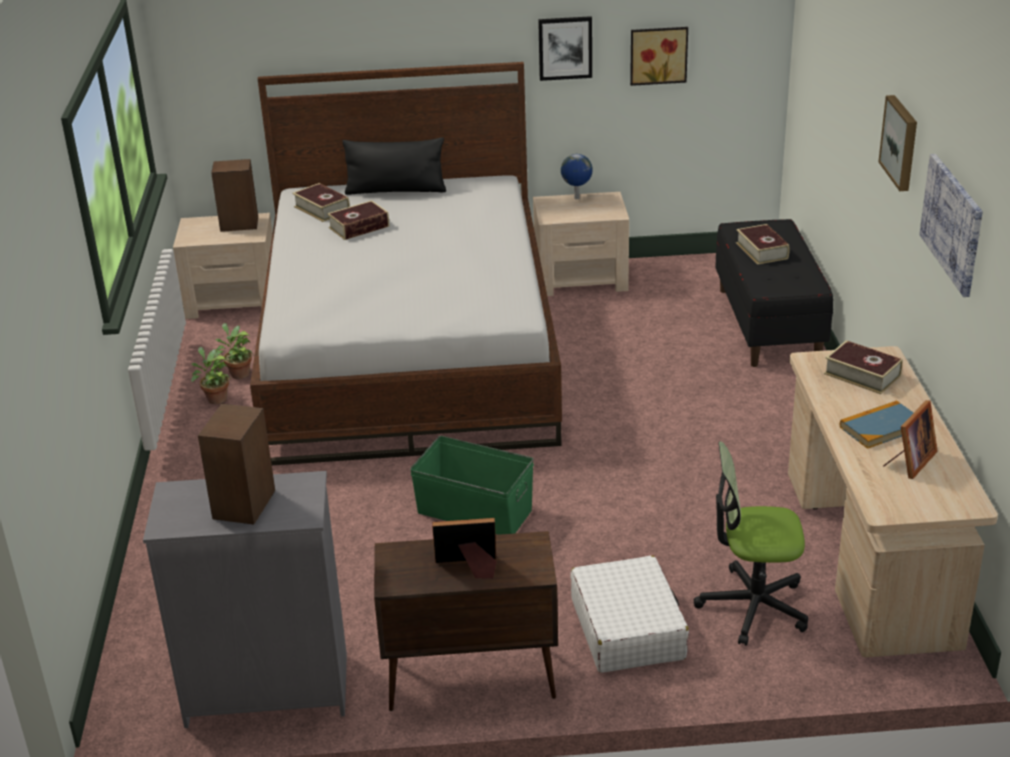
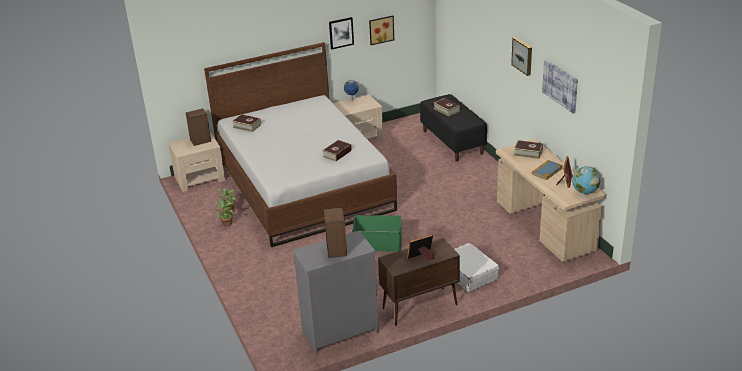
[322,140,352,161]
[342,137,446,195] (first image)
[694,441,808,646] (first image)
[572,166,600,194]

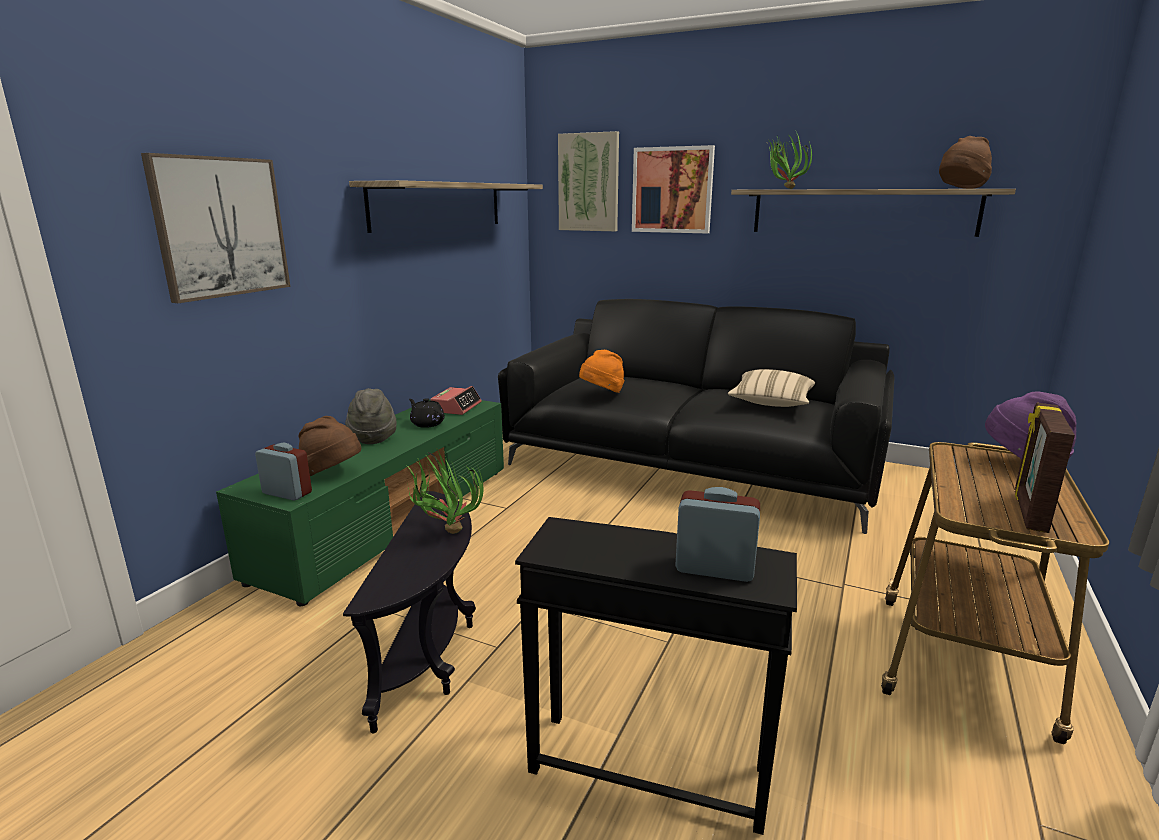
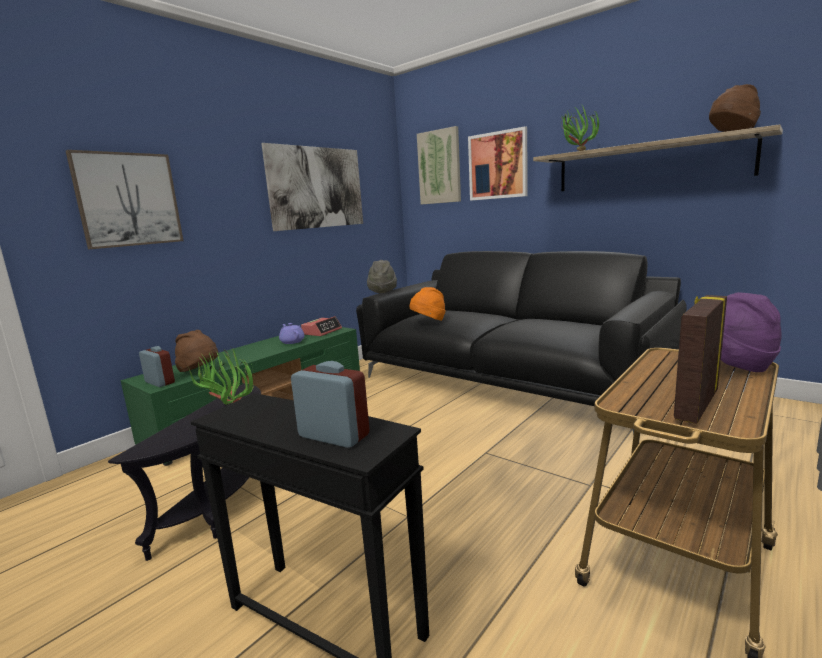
[367,260,397,293]
[261,143,363,231]
[279,323,304,344]
[728,369,815,407] (first image)

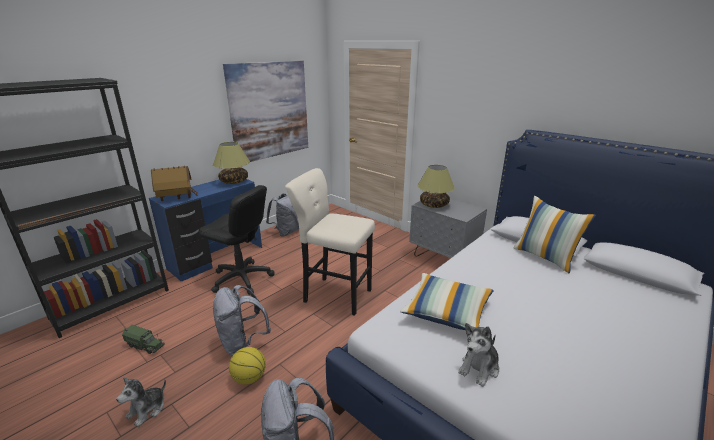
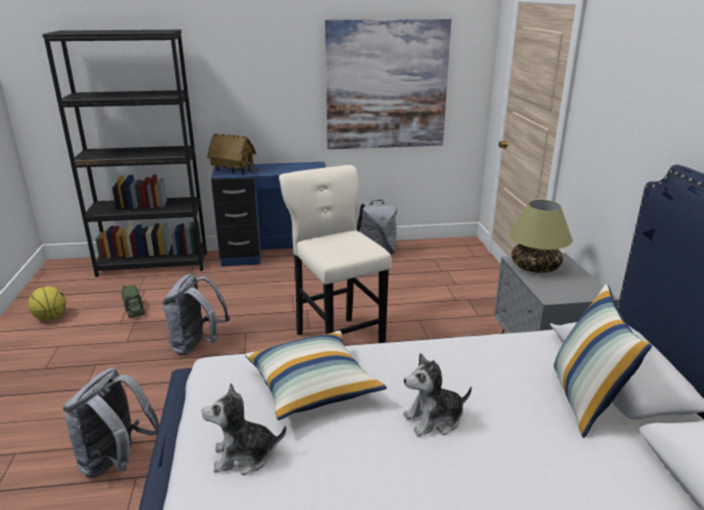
[403,353,472,437]
[199,185,274,295] (first image)
[213,142,250,184] (first image)
[28,286,66,320]

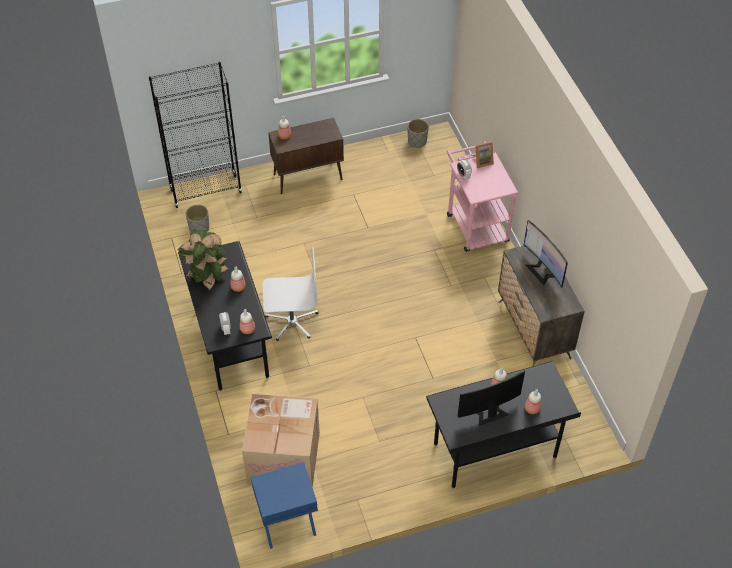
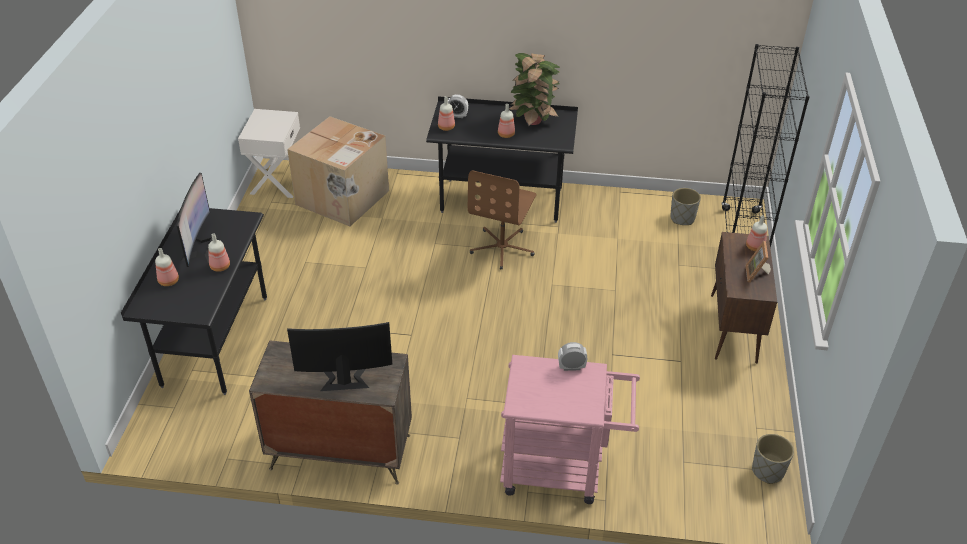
[238,109,300,198]
[468,170,536,270]
[745,241,771,283]

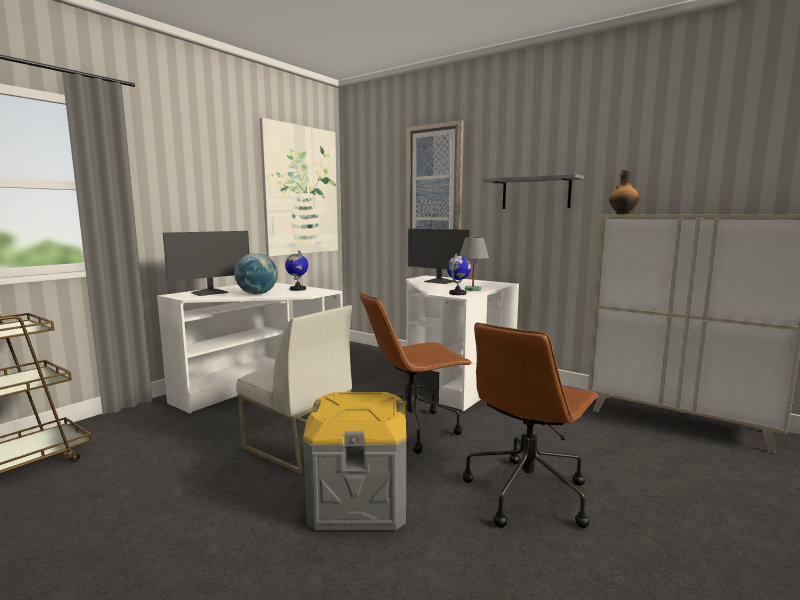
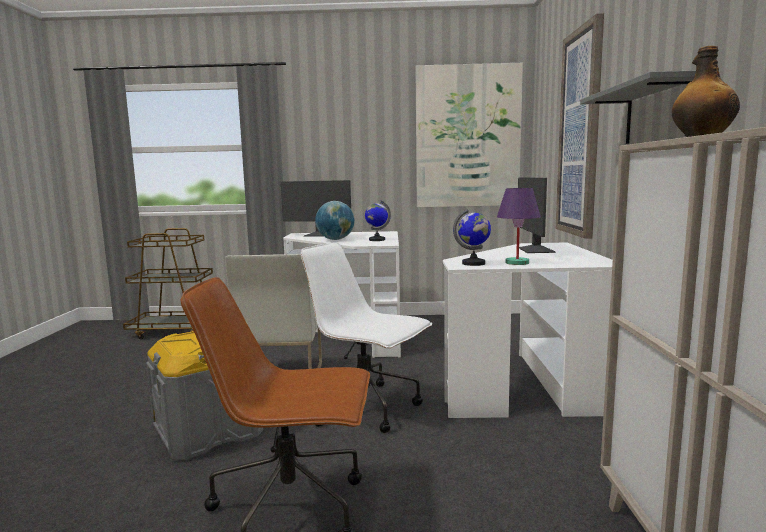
[301,242,432,433]
[497,188,541,265]

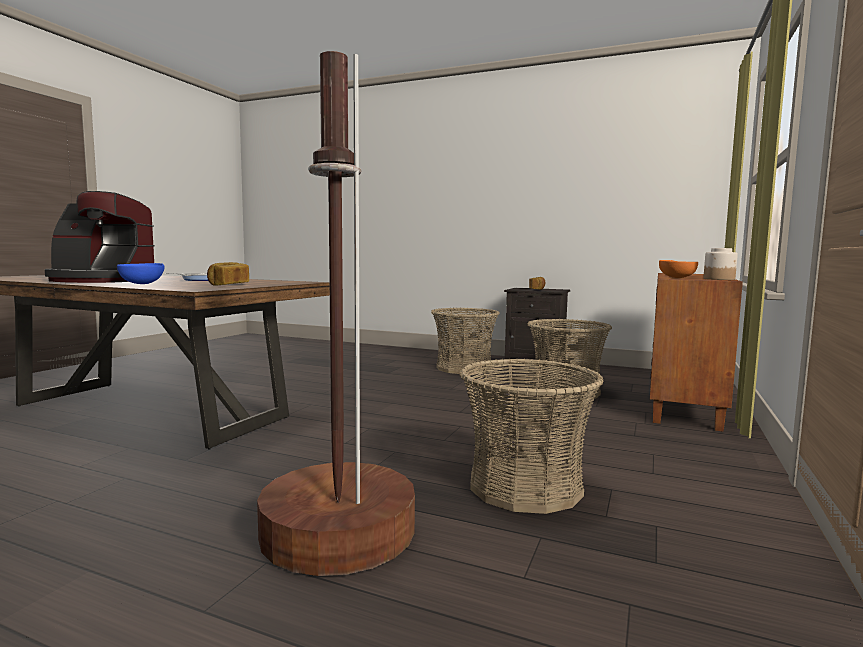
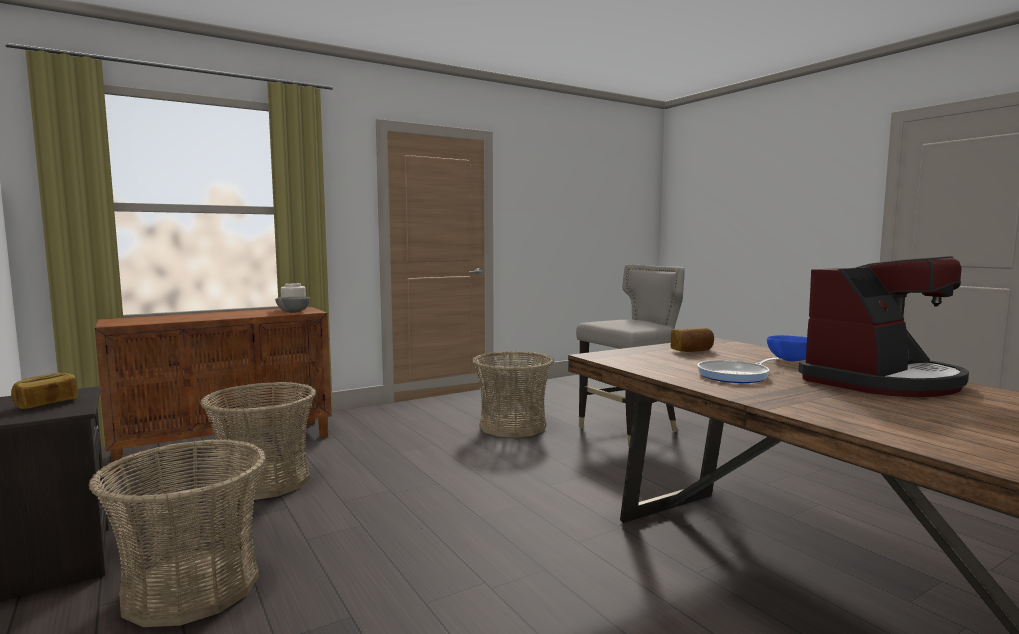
[798,256,969,397]
[576,264,685,447]
[275,297,310,313]

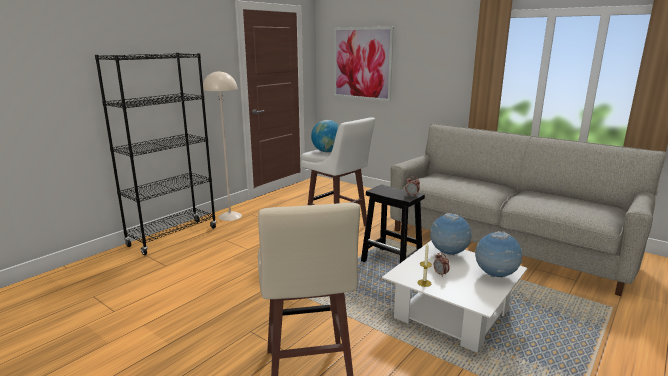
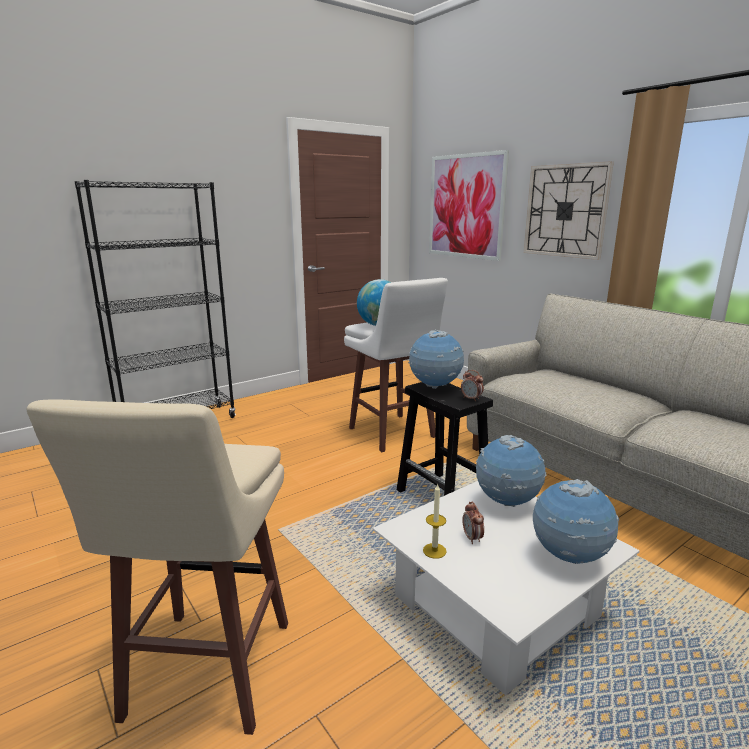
[203,71,242,221] (first image)
[408,330,464,389]
[524,161,614,260]

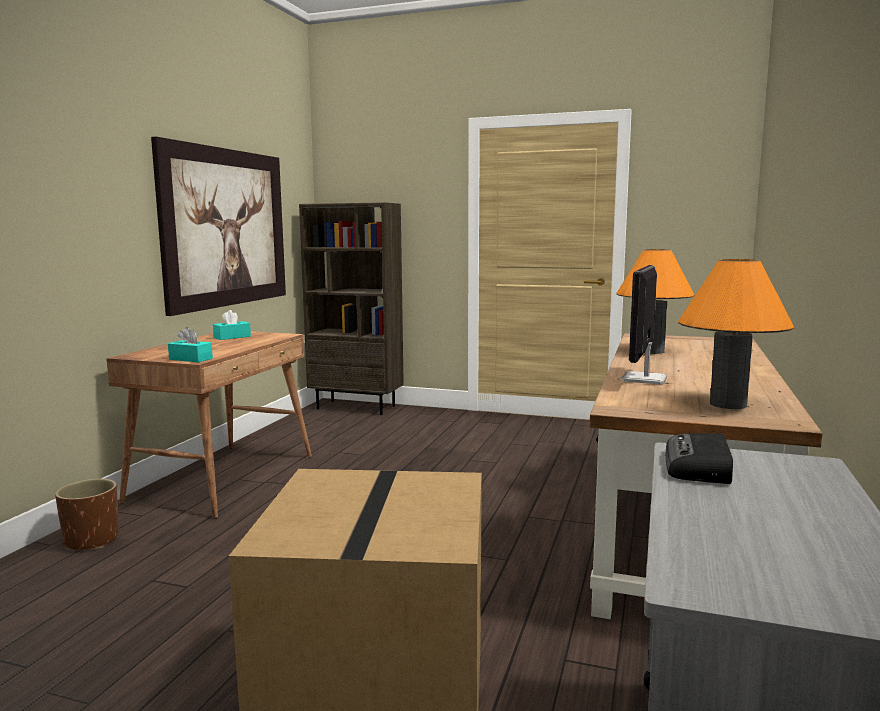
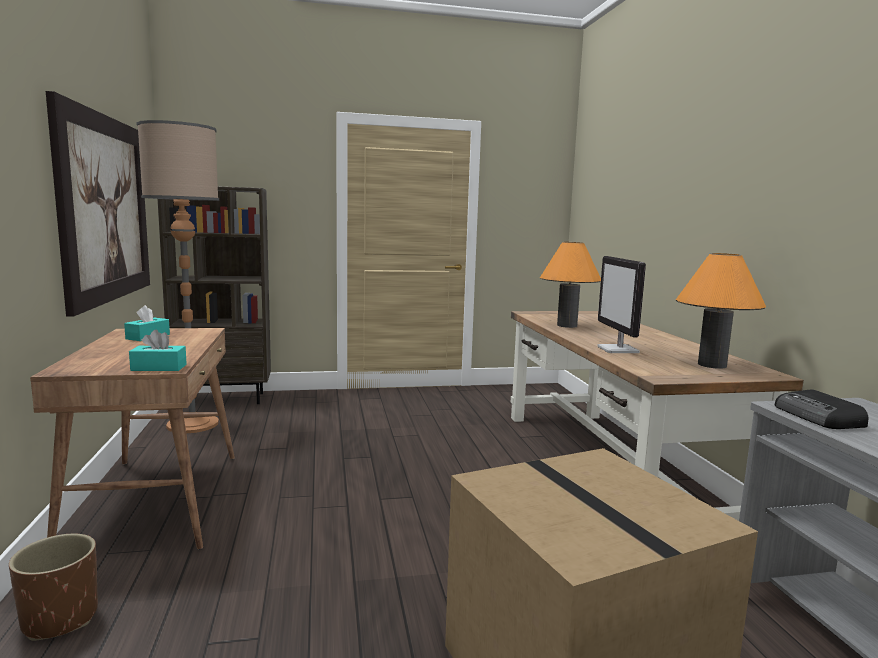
[136,120,219,433]

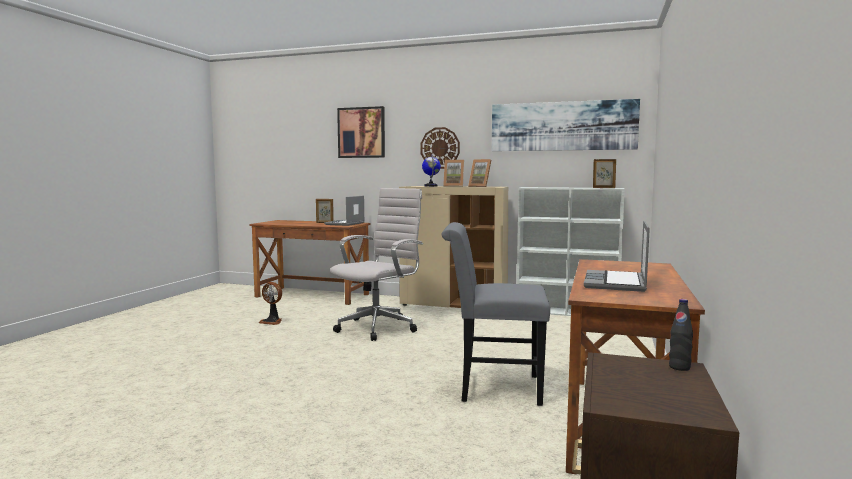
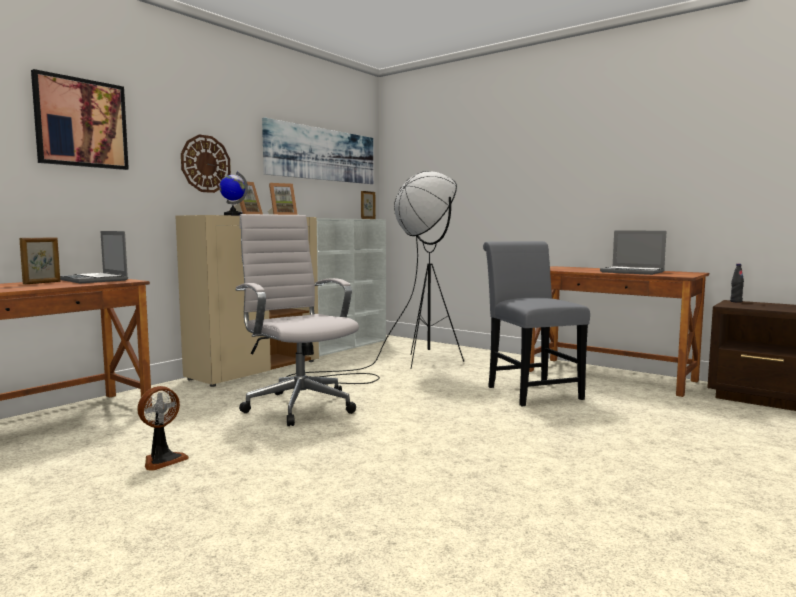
[483,241,590,406]
[286,171,464,384]

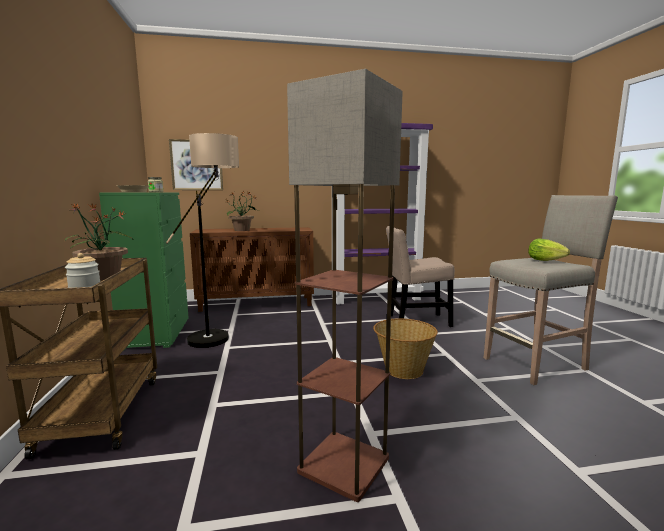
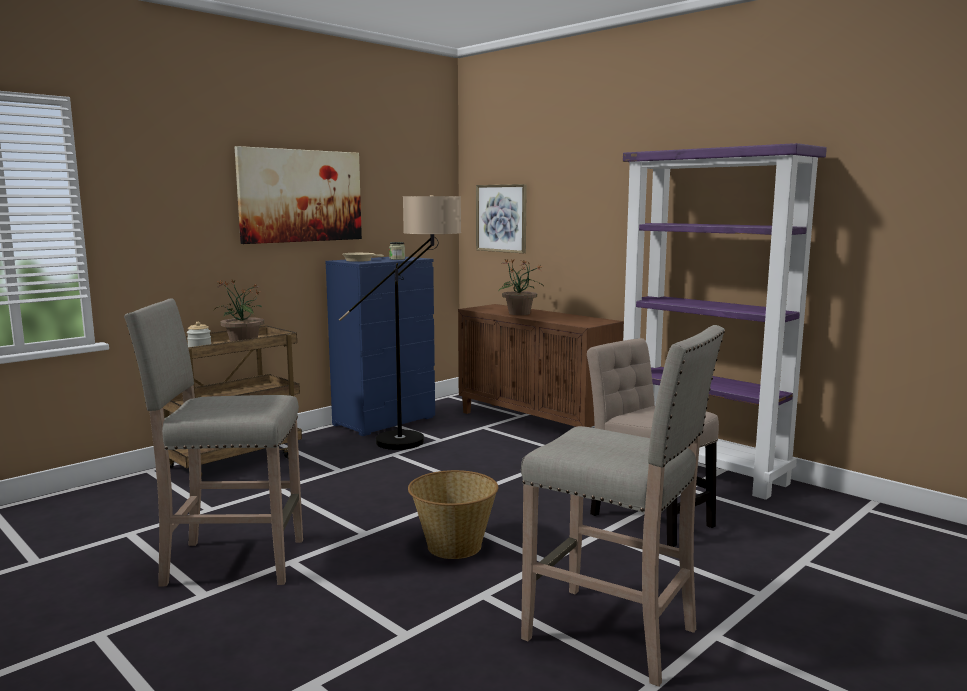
[325,257,435,436]
[124,298,303,587]
[528,239,570,261] (first image)
[235,146,362,244]

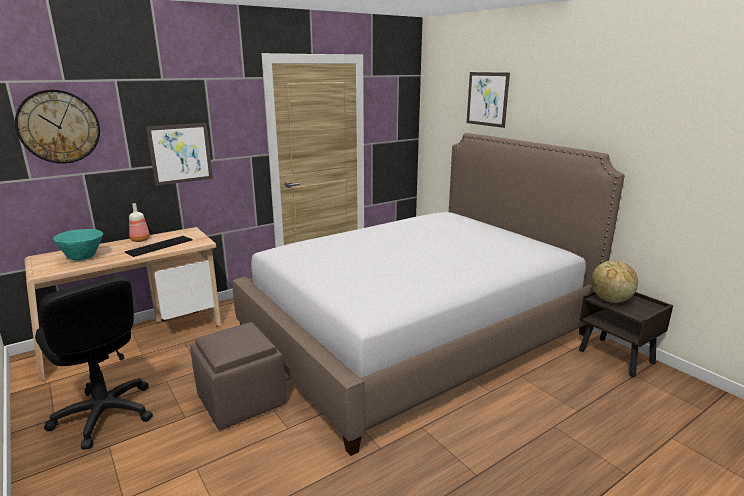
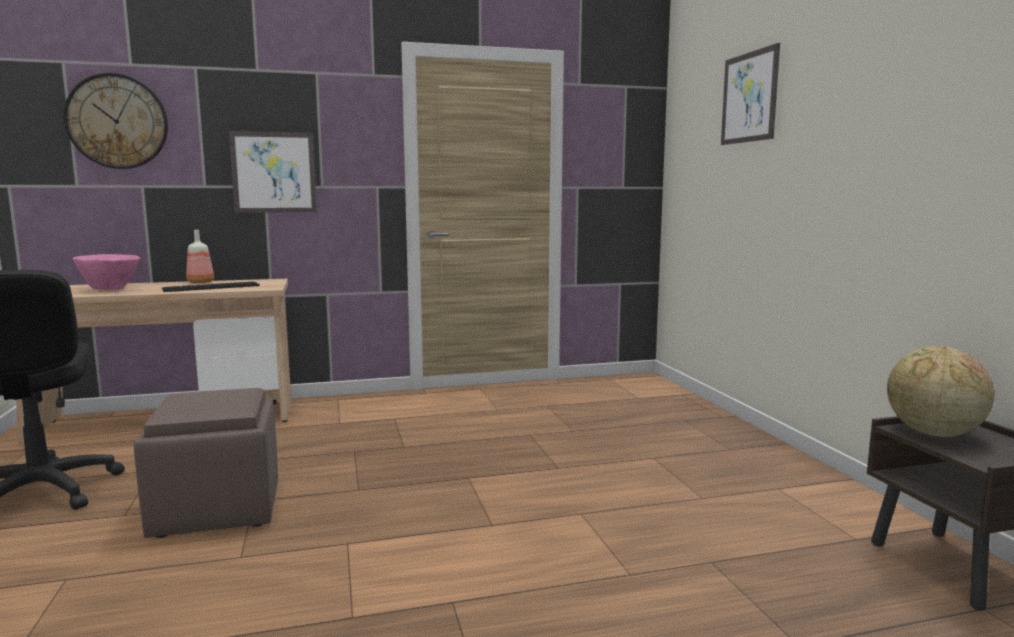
[73,254,140,290]
[233,133,625,456] (first image)

